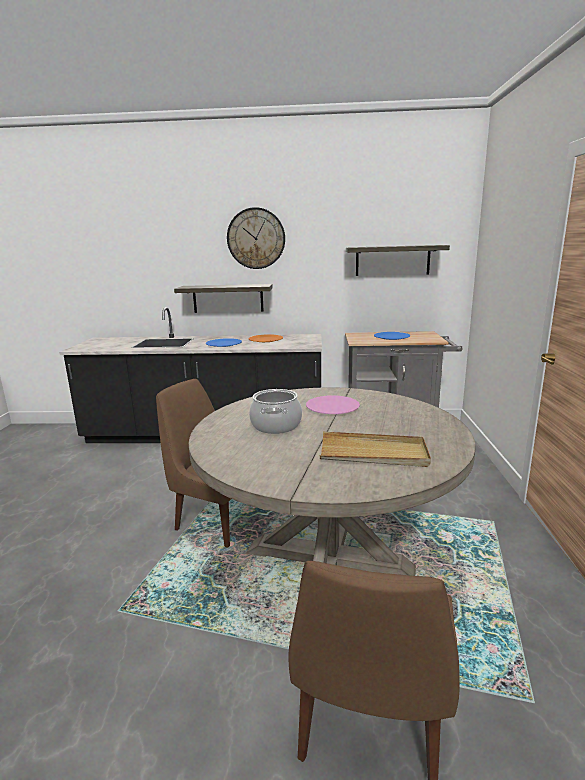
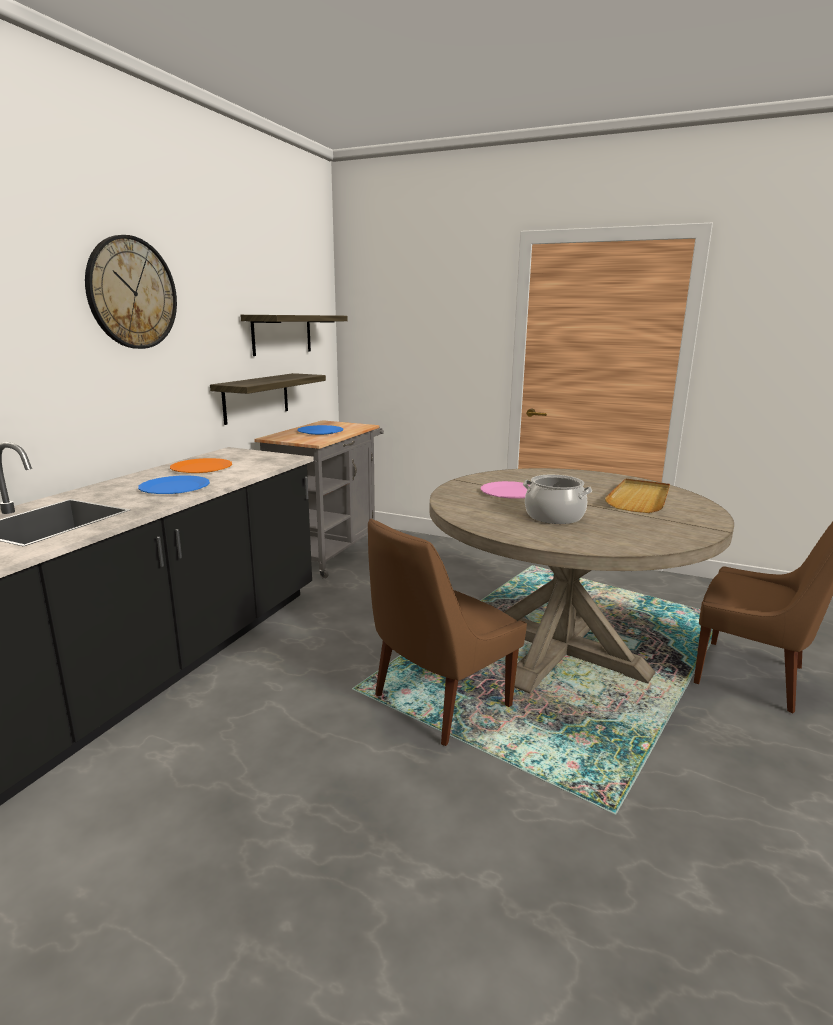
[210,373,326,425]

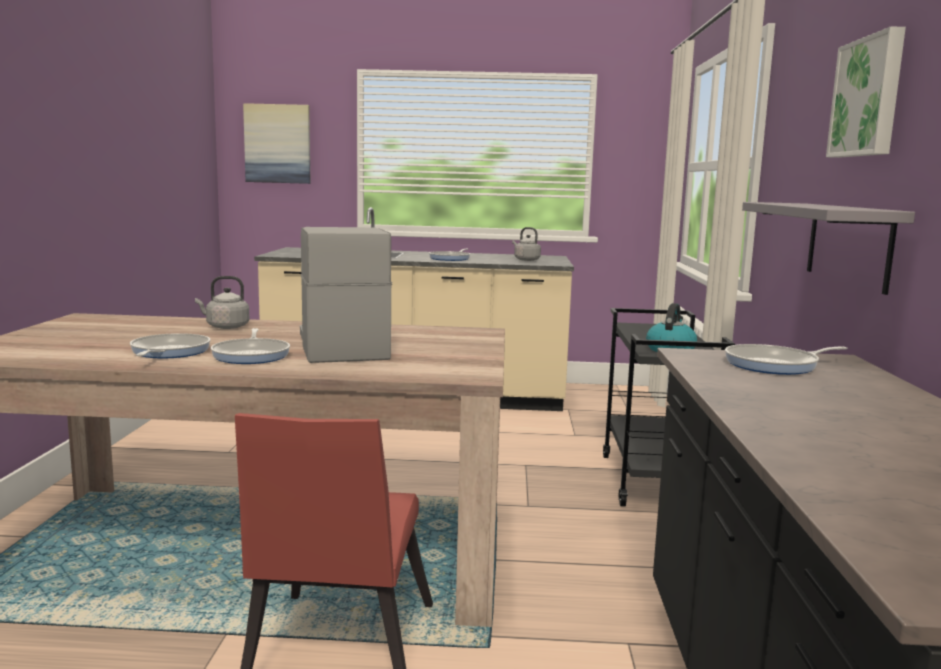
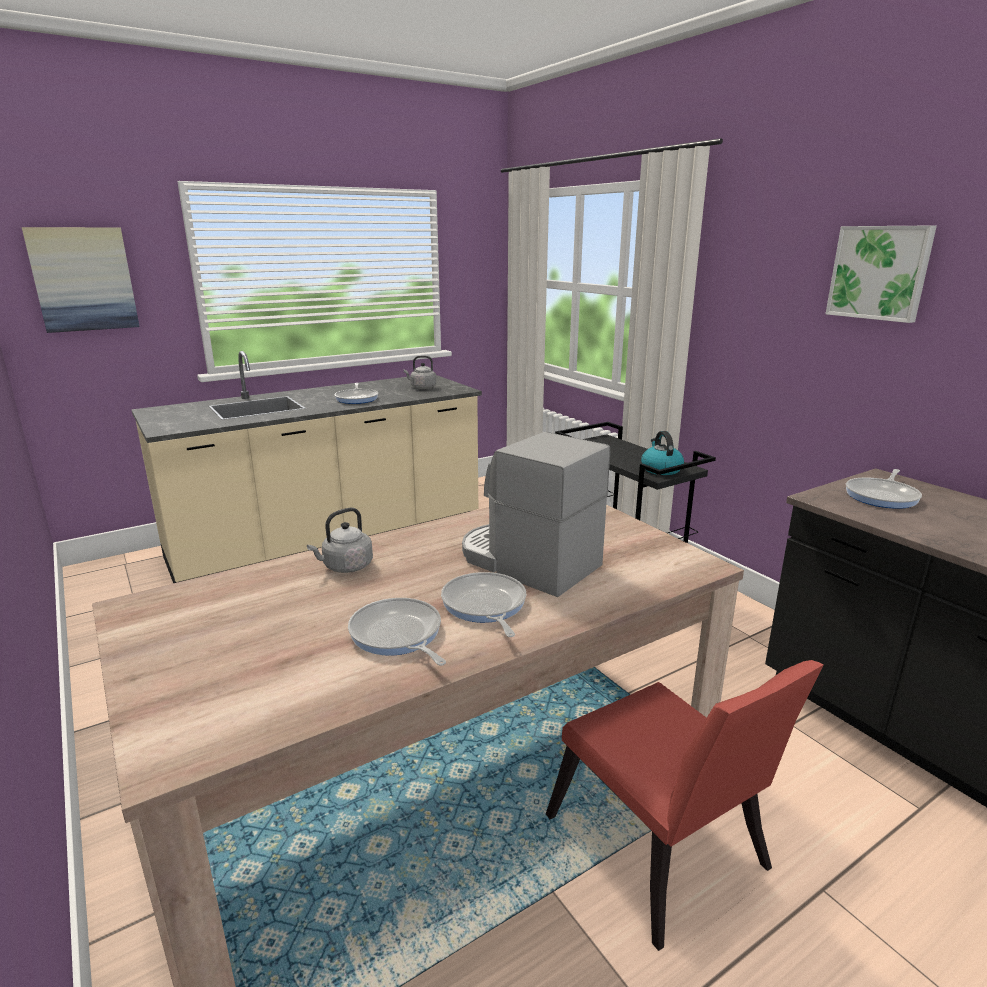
[441,572,526,637]
[742,202,915,295] (first image)

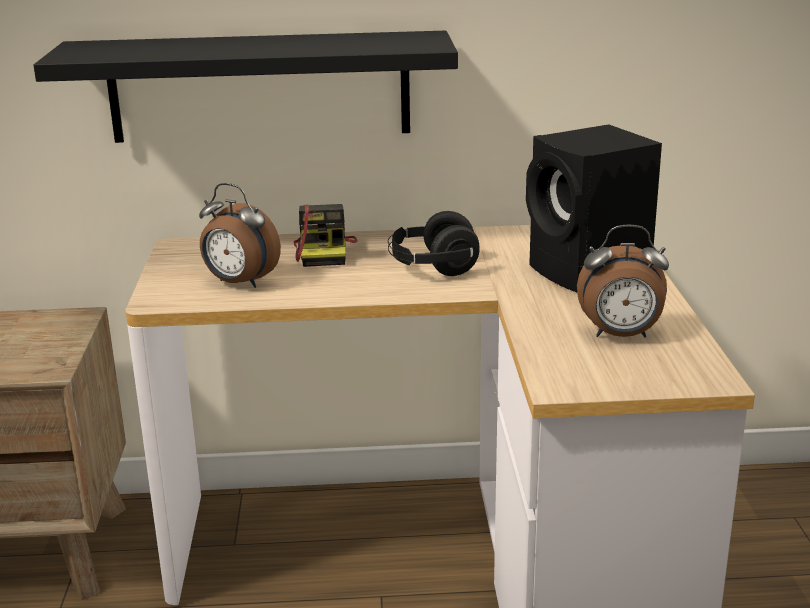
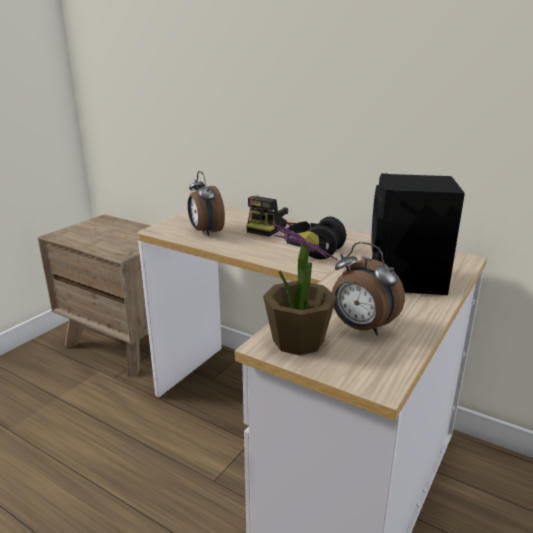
[33,31,458,143] (first image)
[263,223,338,356]

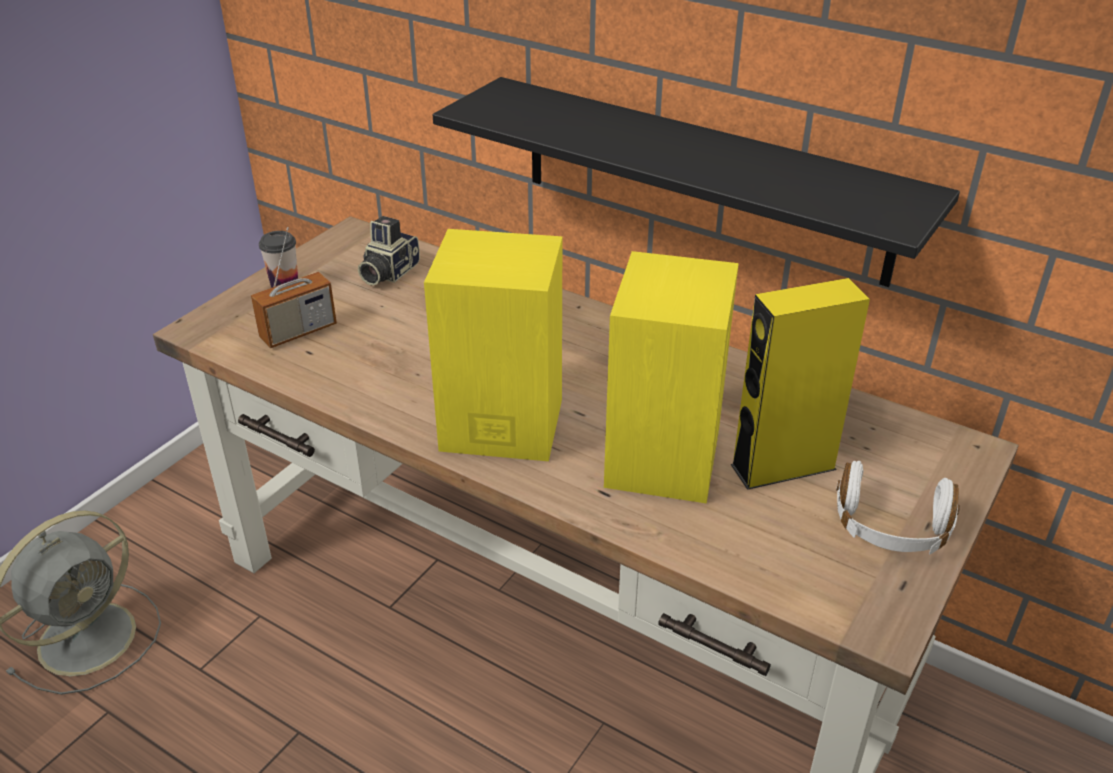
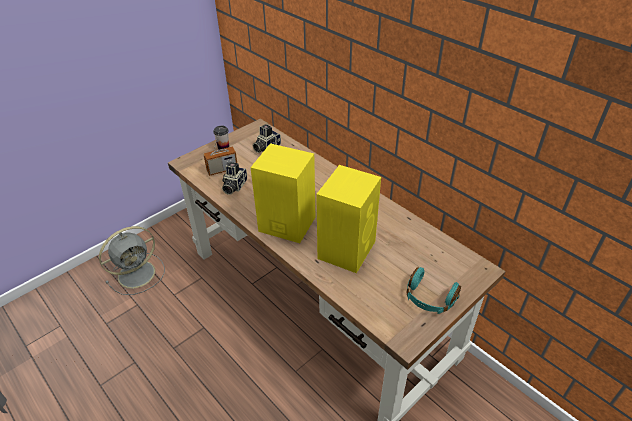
[433,77,960,287] (first image)
[730,278,870,490] (first image)
[406,267,461,314]
[222,162,247,195]

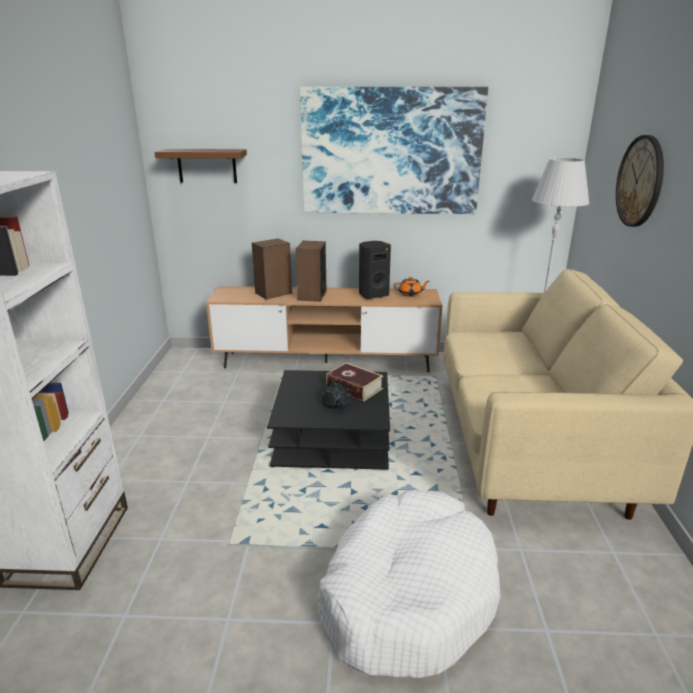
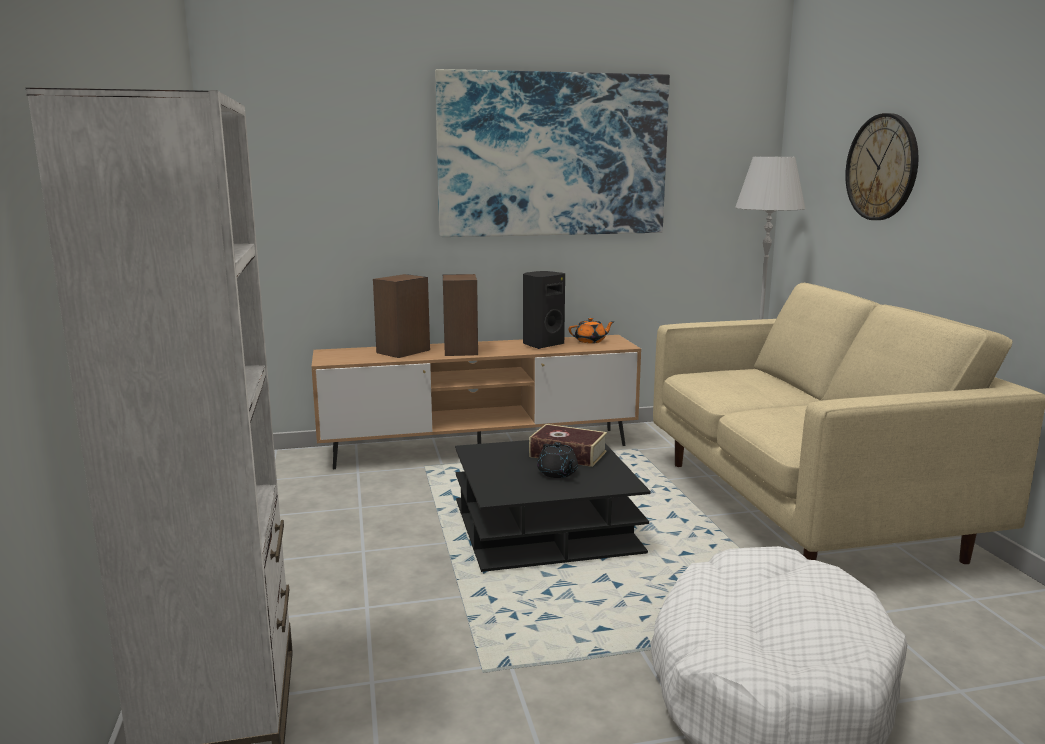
[154,149,247,183] (first image)

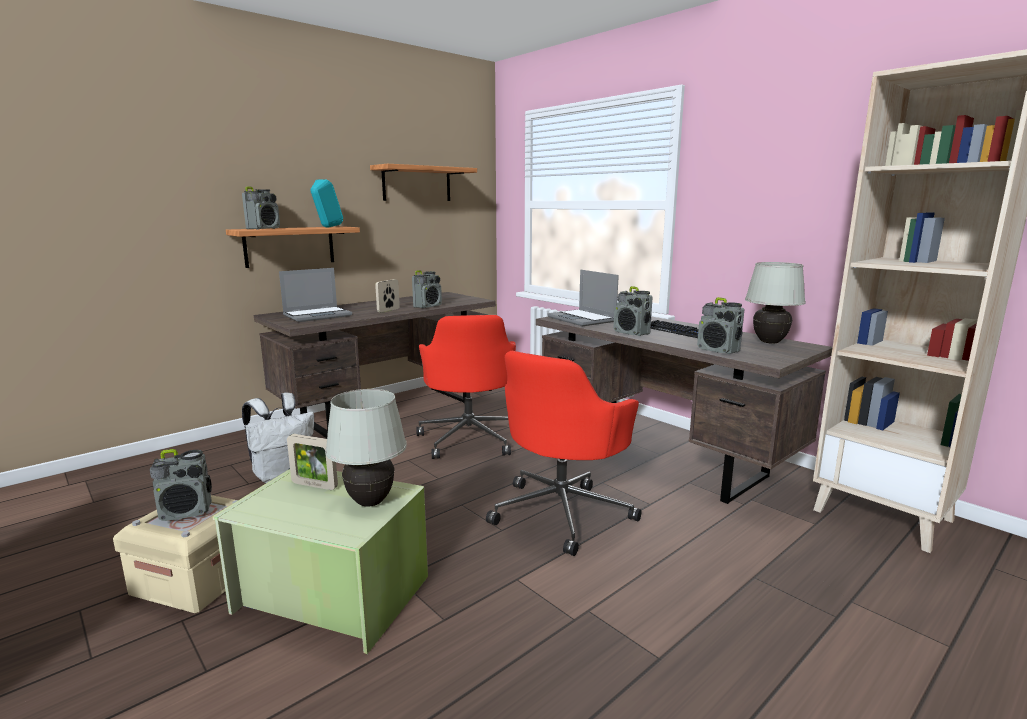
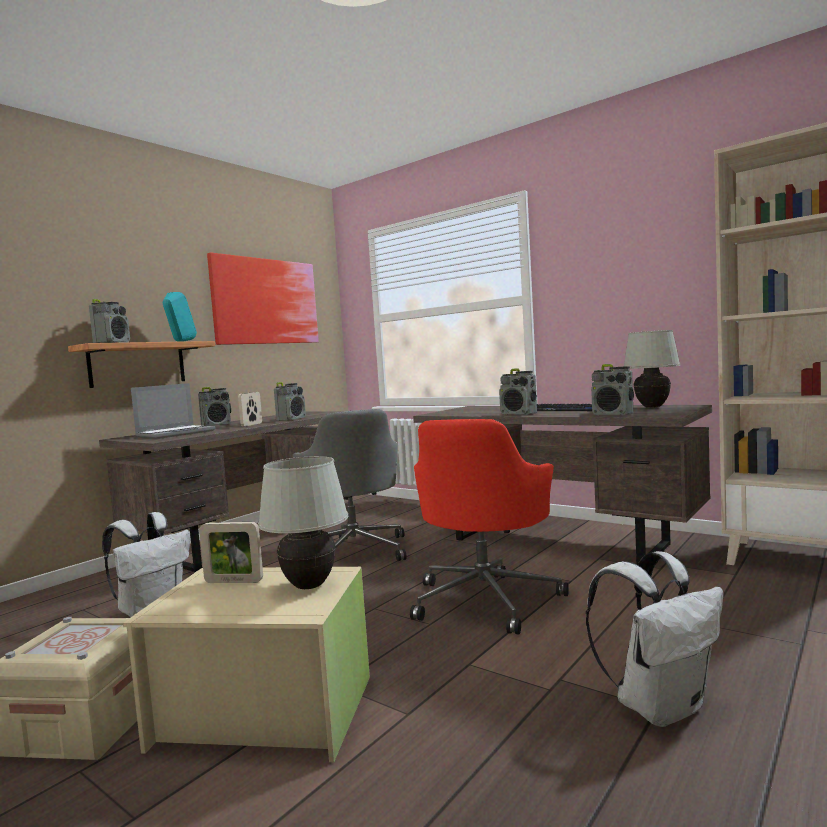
[198,387,231,426]
[123,567,370,763]
[207,253,319,345]
[292,409,407,561]
[547,270,619,326] (first image)
[586,551,723,727]

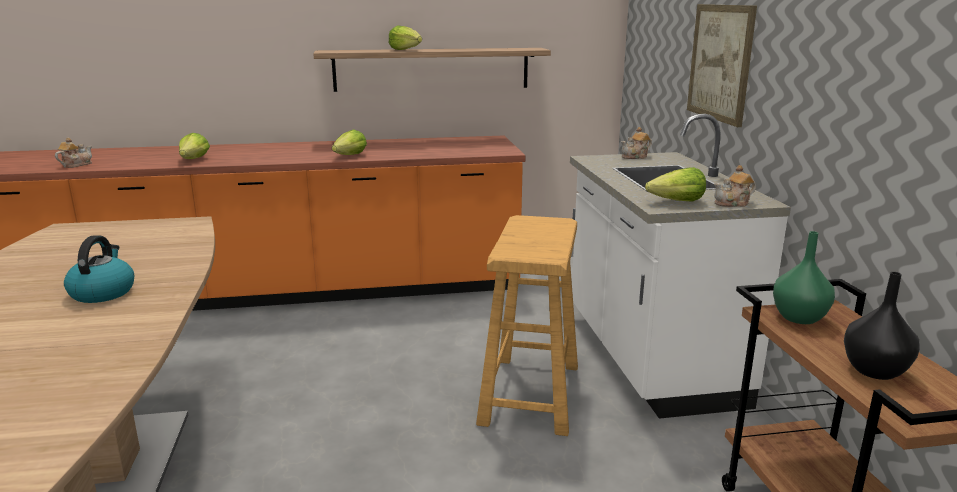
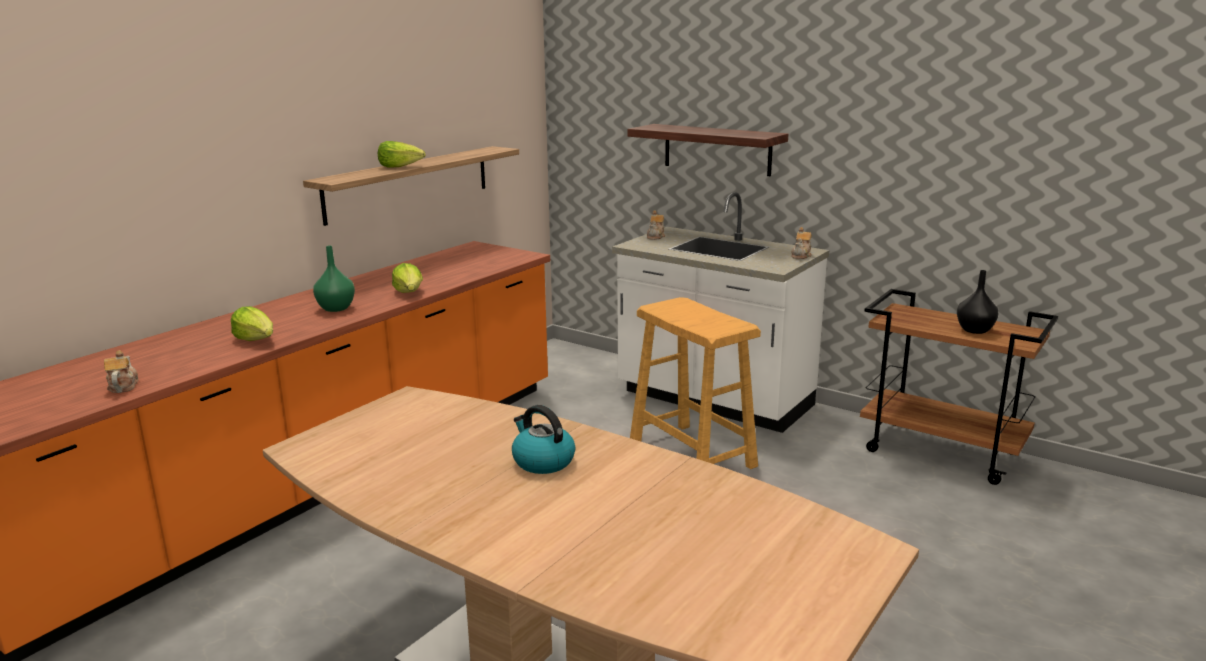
[645,167,706,202] (first image)
[628,124,788,176]
[313,246,355,312]

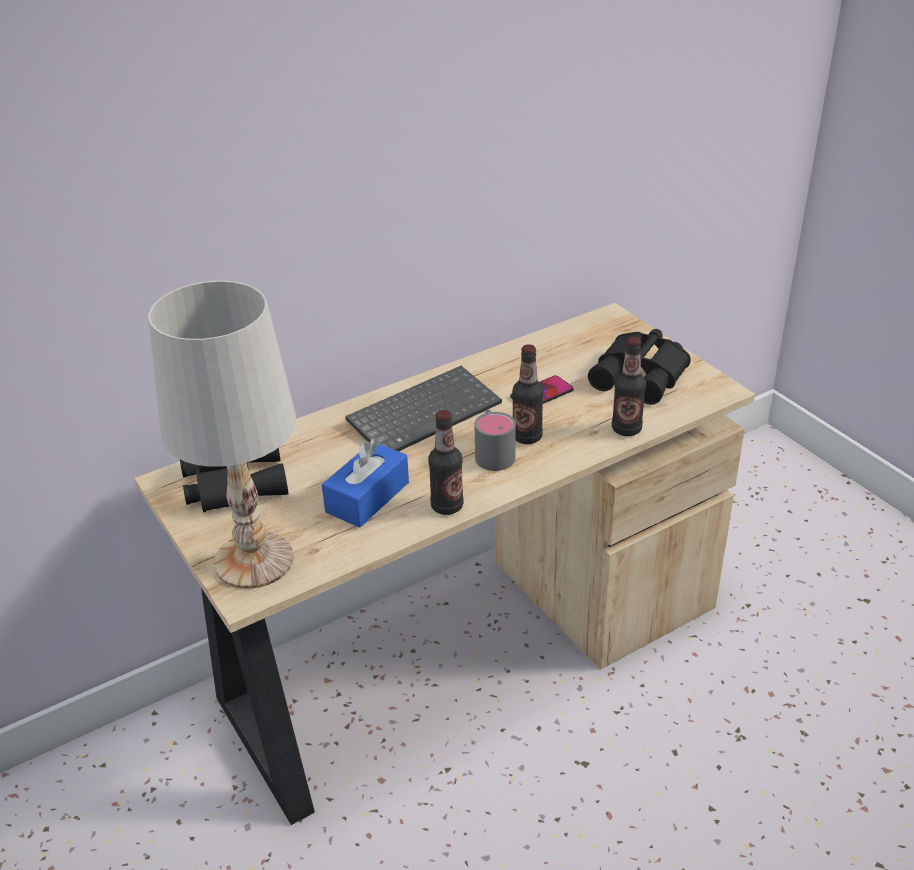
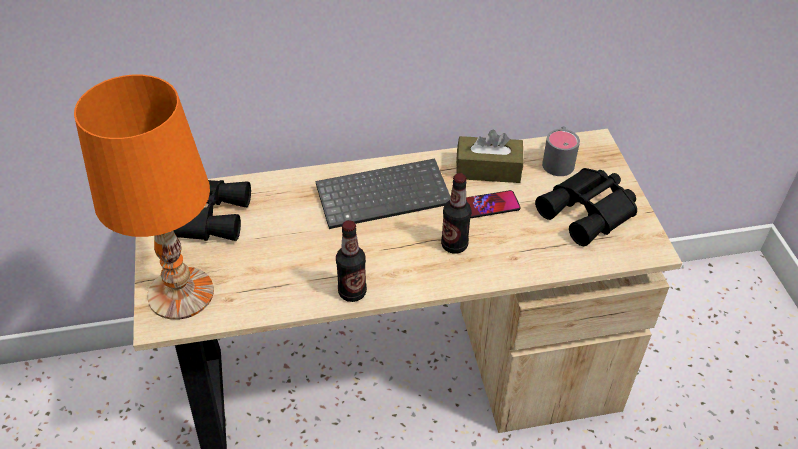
[74,75,214,320]
[322,438,409,528] (first image)
[542,126,580,176]
[612,337,646,436] (first image)
[456,130,523,183]

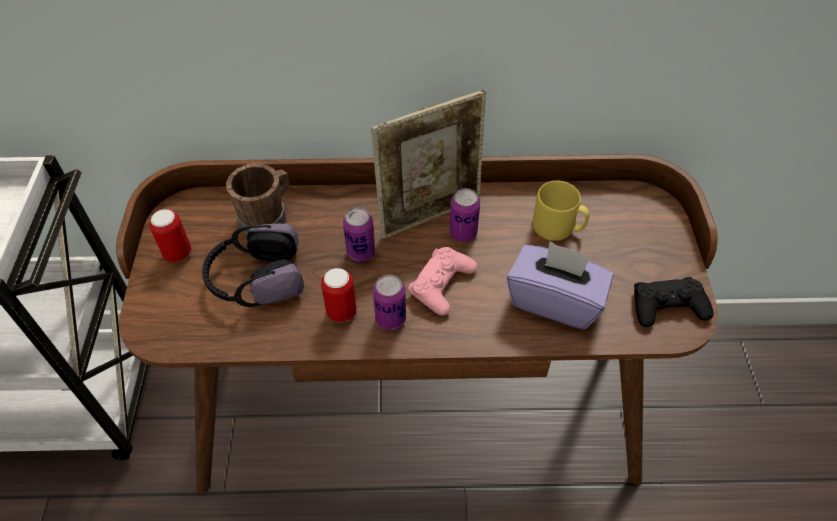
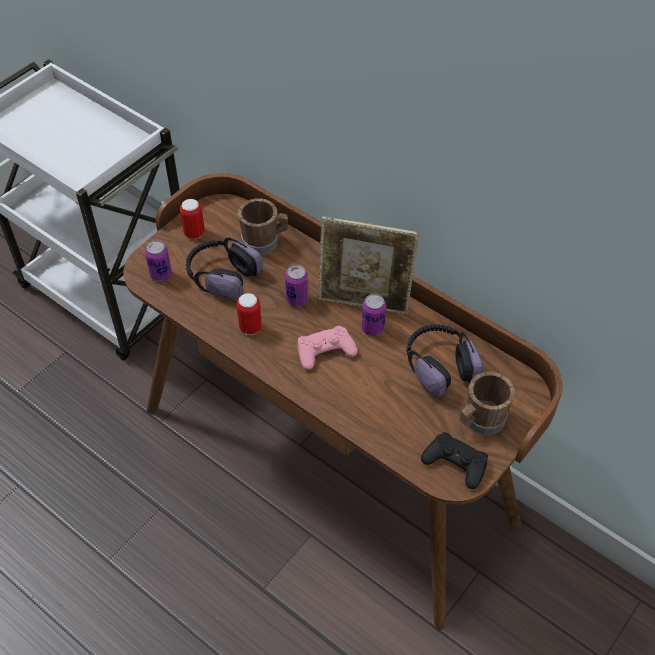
[145,240,172,282]
[507,241,613,329] (first image)
[407,324,484,398]
[460,372,515,435]

